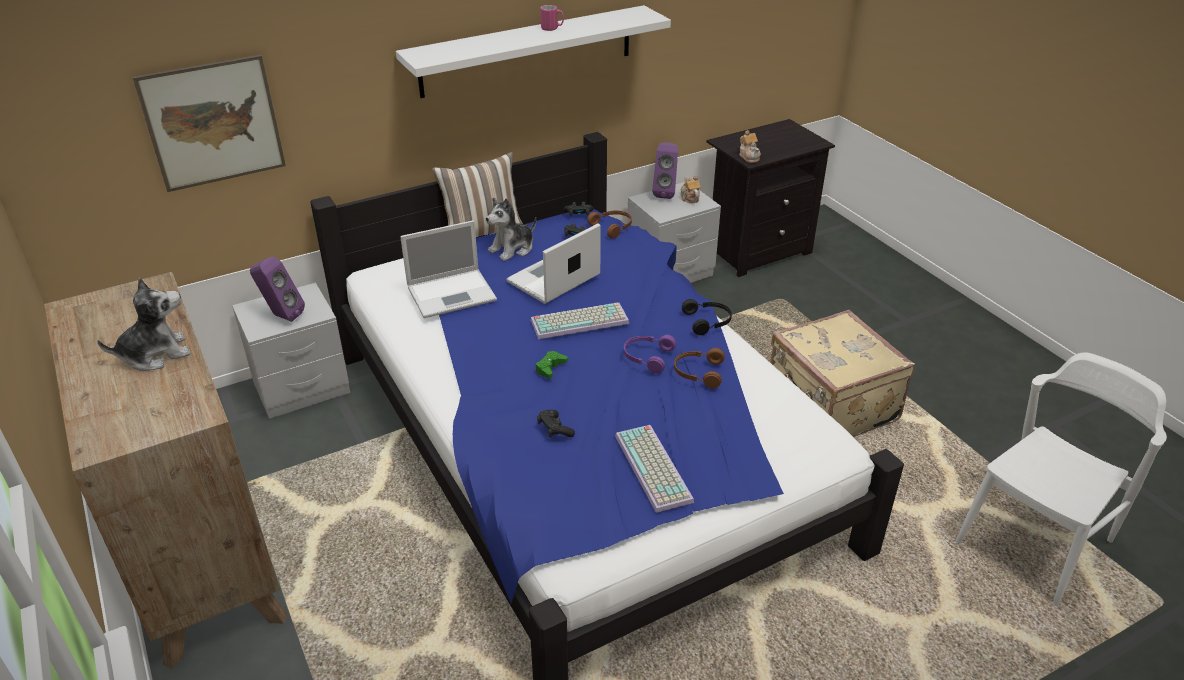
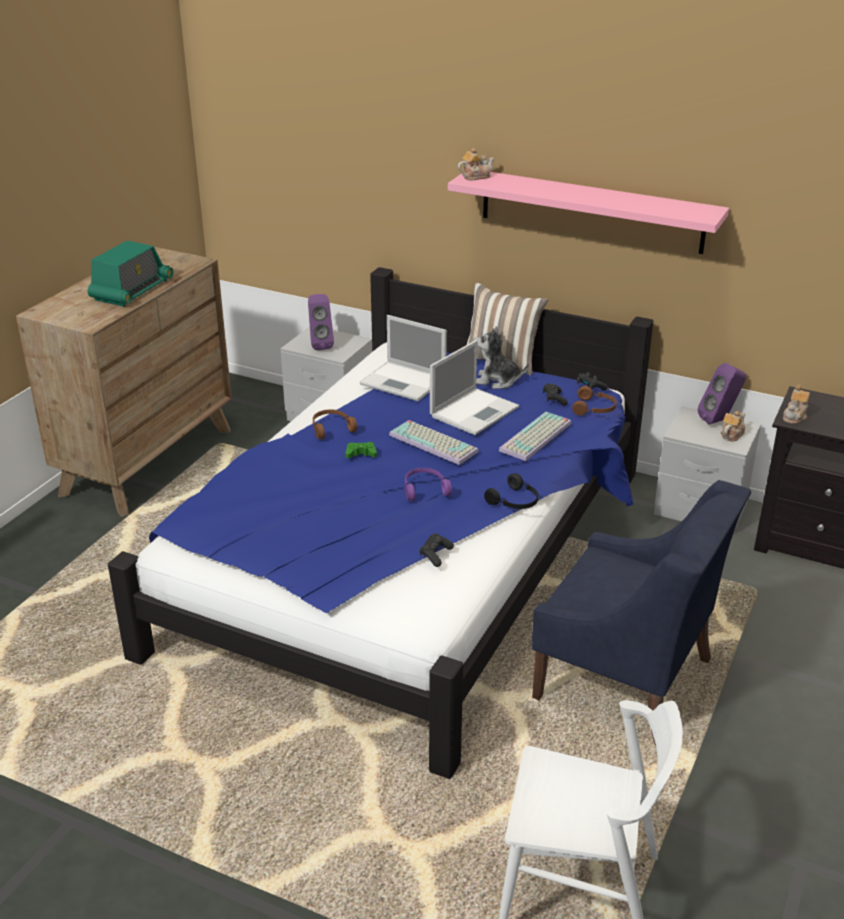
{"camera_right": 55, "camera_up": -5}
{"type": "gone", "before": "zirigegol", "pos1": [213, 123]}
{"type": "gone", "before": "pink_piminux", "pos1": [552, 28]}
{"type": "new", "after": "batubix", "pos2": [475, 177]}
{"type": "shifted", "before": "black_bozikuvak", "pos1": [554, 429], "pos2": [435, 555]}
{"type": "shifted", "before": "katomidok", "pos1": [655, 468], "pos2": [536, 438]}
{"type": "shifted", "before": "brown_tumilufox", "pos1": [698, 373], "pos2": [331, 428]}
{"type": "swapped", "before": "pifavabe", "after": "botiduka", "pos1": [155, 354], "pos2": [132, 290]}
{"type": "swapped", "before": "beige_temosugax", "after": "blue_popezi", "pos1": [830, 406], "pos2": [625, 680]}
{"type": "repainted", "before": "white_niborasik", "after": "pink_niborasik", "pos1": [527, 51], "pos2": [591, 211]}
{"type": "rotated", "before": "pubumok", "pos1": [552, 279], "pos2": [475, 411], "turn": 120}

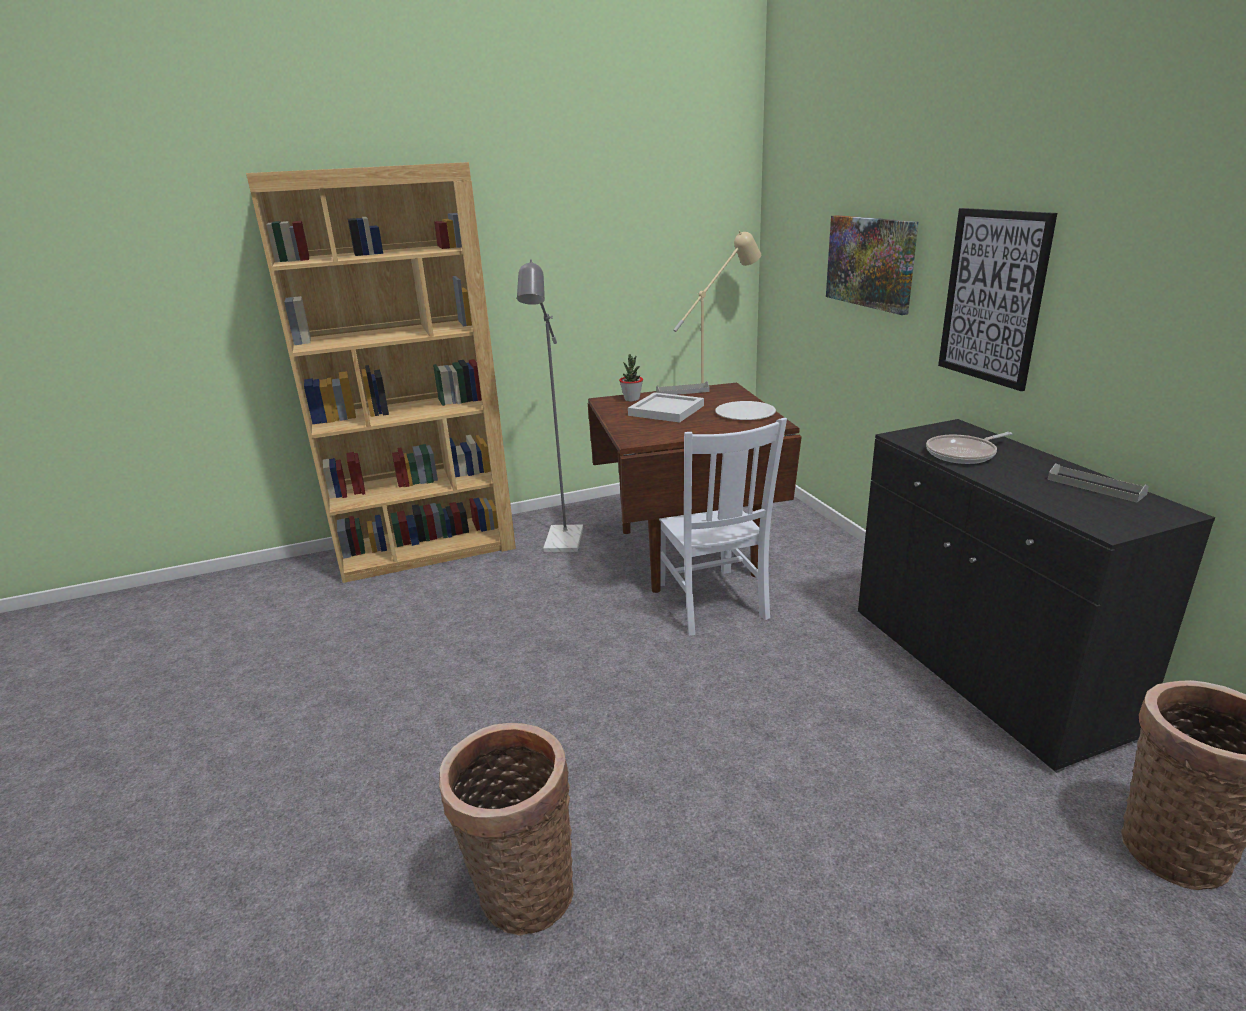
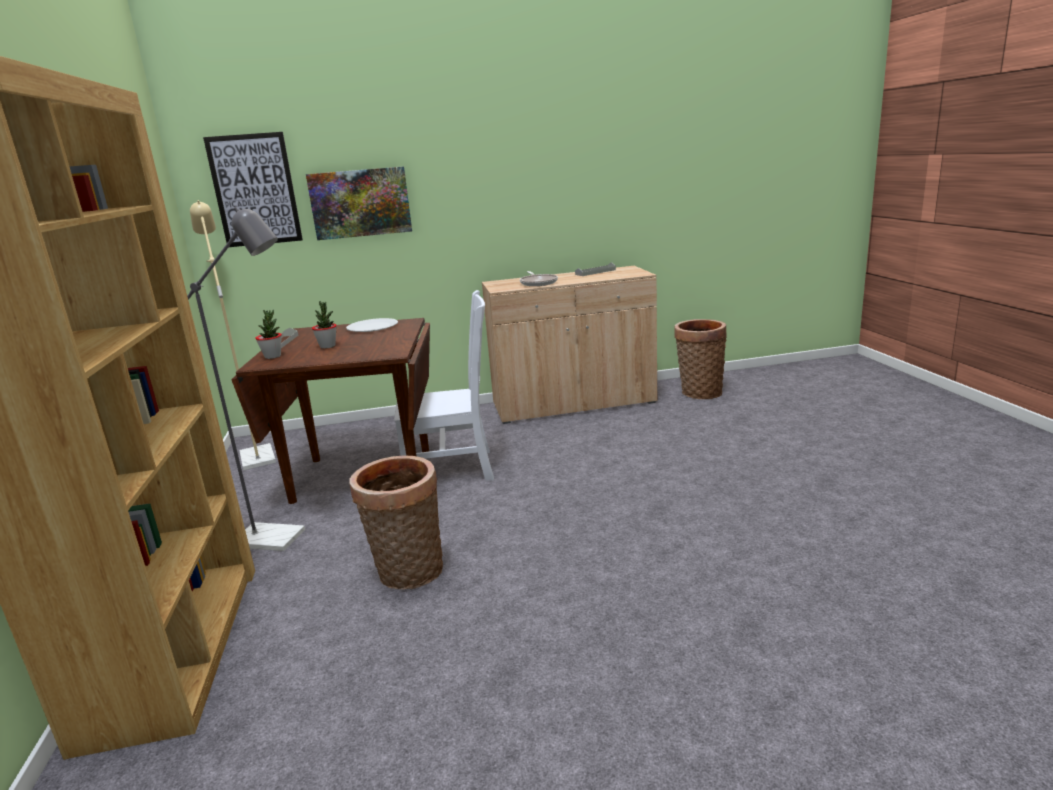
{"camera_right": -80, "camera_up": -5}
{"type": "shifted", "before": "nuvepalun", "pos1": [520, 891], "pos2": [408, 574]}
{"type": "shifted", "before": "zirigegol", "pos1": [993, 297], "pos2": [255, 190]}
{"type": "swapped", "before": "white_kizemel", "after": "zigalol", "pos1": [665, 410], "pos2": [327, 346]}
{"type": "repainted", "before": "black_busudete", "after": "beige_busudete", "pos1": [981, 670], "pos2": [573, 404]}

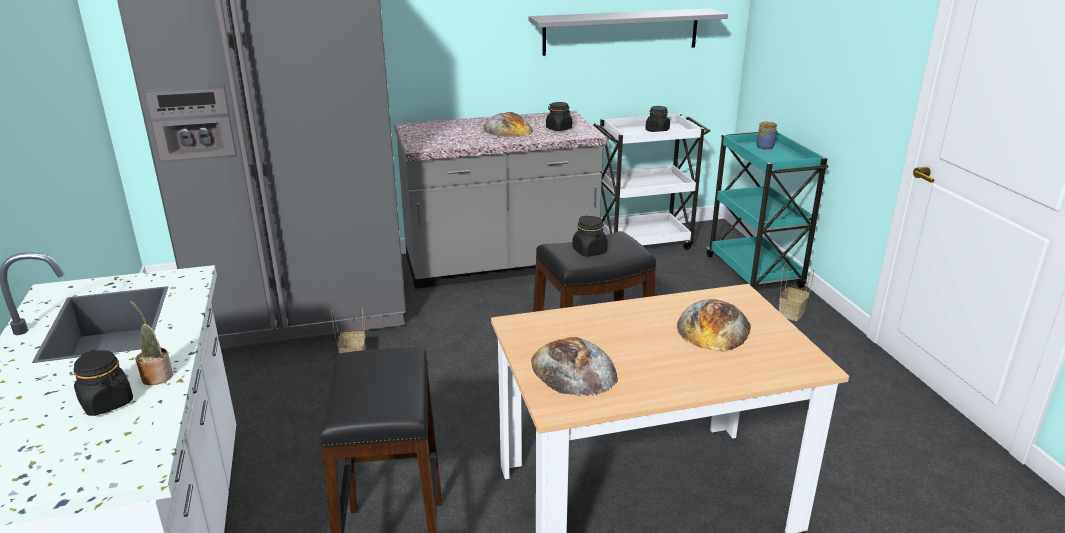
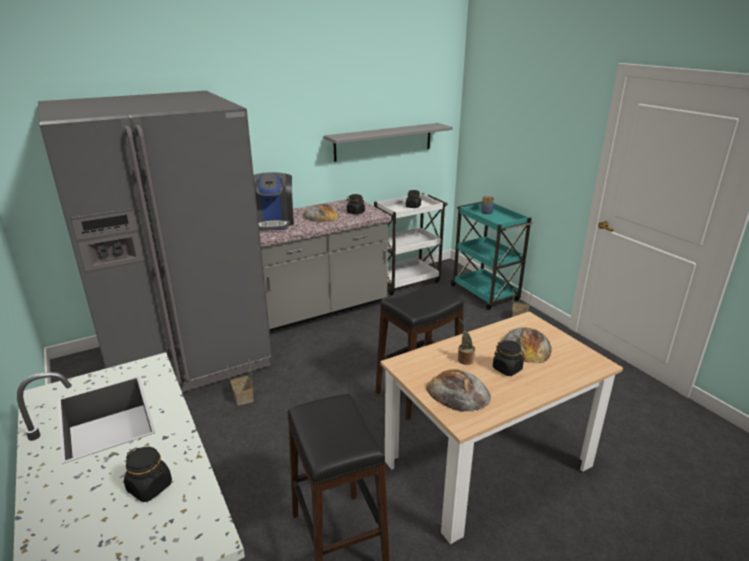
{"camera_right": -15, "camera_up": 0}
{"type": "new", "after": "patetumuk", "pos2": [273, 222]}
{"type": "shifted", "before": "zigalol", "pos1": [156, 376], "pos2": [464, 359]}
{"type": "shifted", "before": "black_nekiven", "pos1": [589, 251], "pos2": [507, 369]}

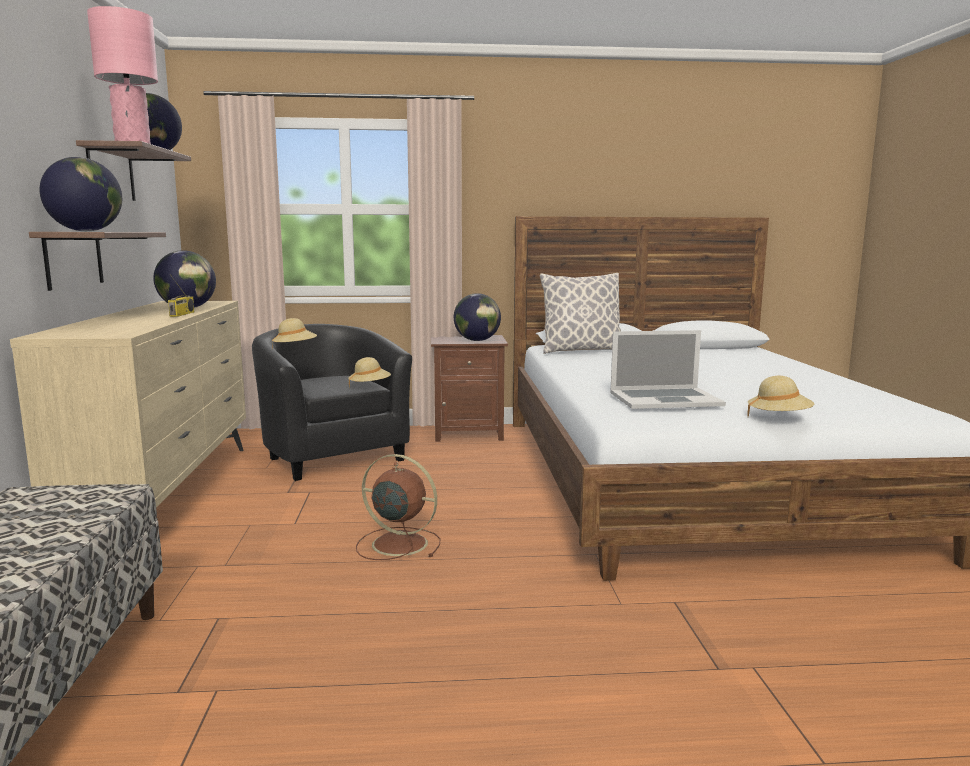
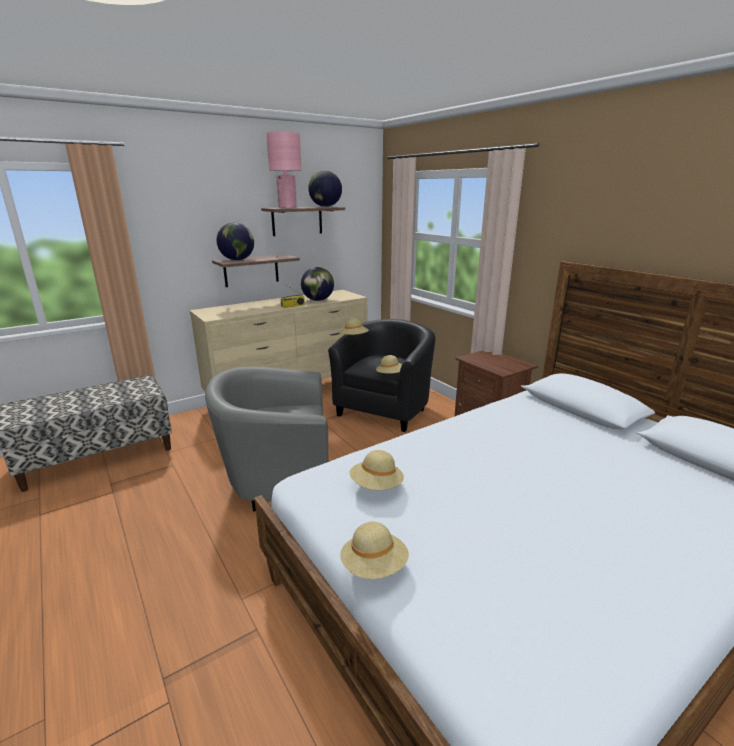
{"camera_right": 60, "camera_up": 10}
{"type": "gone", "before": "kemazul", "pos1": [477, 340]}
{"type": "gone", "before": "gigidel", "pos1": [580, 351]}
{"type": "swapped", "before": "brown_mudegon", "after": "grey_popezi", "pos1": [397, 543], "pos2": [277, 479]}
{"type": "swapped", "before": "pubumok", "after": "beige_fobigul", "pos1": [665, 399], "pos2": [376, 486]}

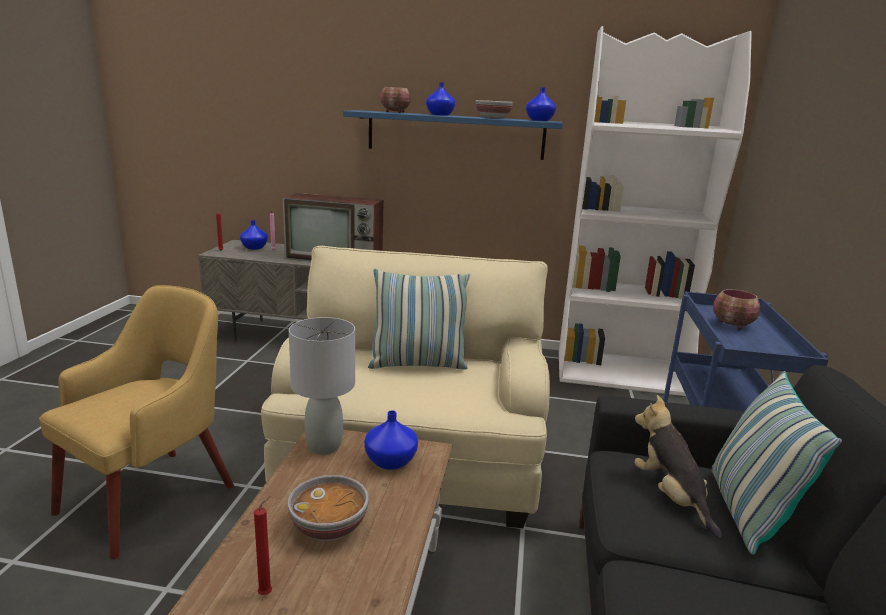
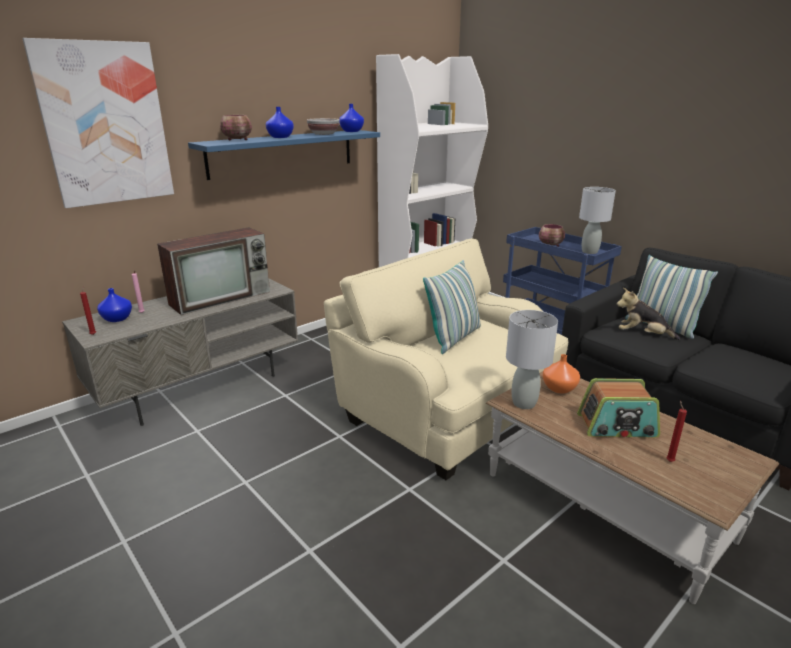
{"camera_right": -50, "camera_up": 5}
{"type": "gone", "before": "yellow_popezi", "pos1": [152, 496]}
{"type": "new", "after": "zirigegol", "pos2": [105, 124]}
{"type": "new", "after": "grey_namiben", "pos2": [590, 251]}
{"type": "swapped", "before": "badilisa", "after": "botiduka", "pos1": [329, 527], "pos2": [617, 426]}
{"type": "repainted", "before": "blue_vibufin", "after": "orange_vibufin", "pos1": [391, 461], "pos2": [559, 388]}

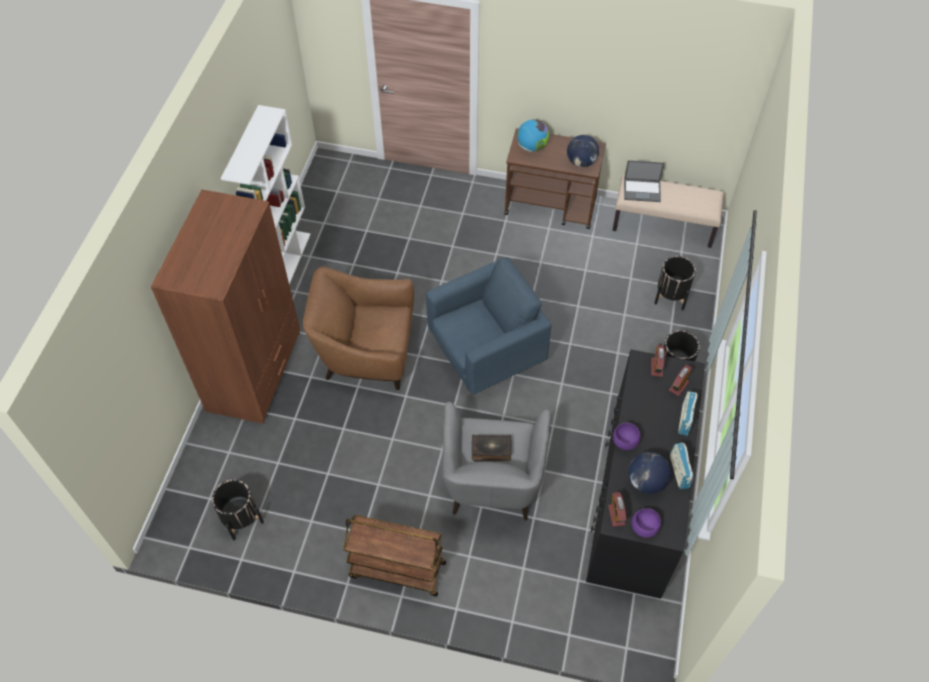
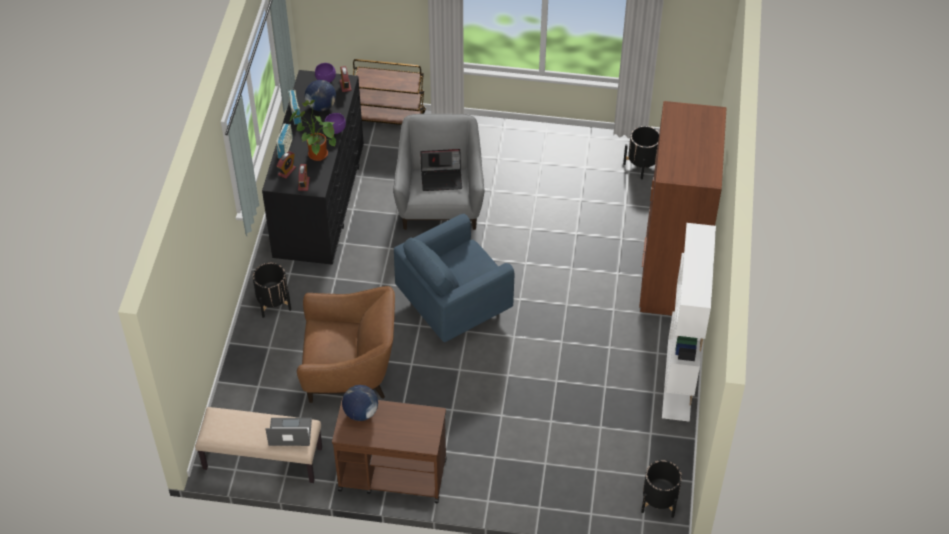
{"camera_right": 175, "camera_up": -5}
{"type": "gone", "before": "kemazul", "pos1": [532, 147]}
{"type": "new", "after": "zigalol", "pos2": [315, 154]}
{"type": "shifted", "before": "brown_popezi", "pos1": [366, 354], "pos2": [349, 371]}
{"type": "shifted", "before": "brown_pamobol", "pos1": [396, 570], "pos2": [390, 118]}
{"type": "shifted", "before": "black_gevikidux", "pos1": [671, 295], "pos2": [659, 501]}
{"type": "swapped", "before": "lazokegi", "after": "pubumok", "pos1": [491, 450], "pos2": [442, 178]}

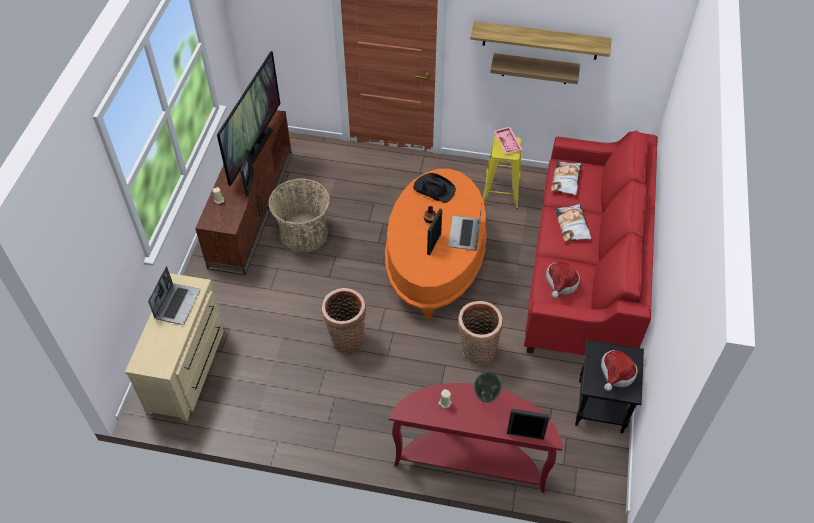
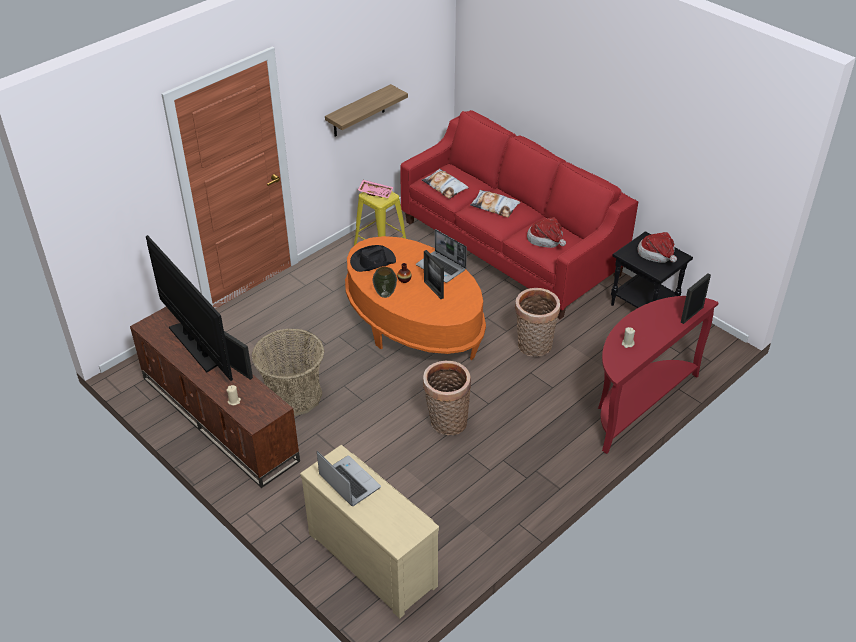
{"camera_right": -55, "camera_up": -10}
{"type": "gone", "before": "niborasik", "pos1": [540, 40]}
{"type": "shifted", "before": "vibufin", "pos1": [486, 396], "pos2": [384, 294]}

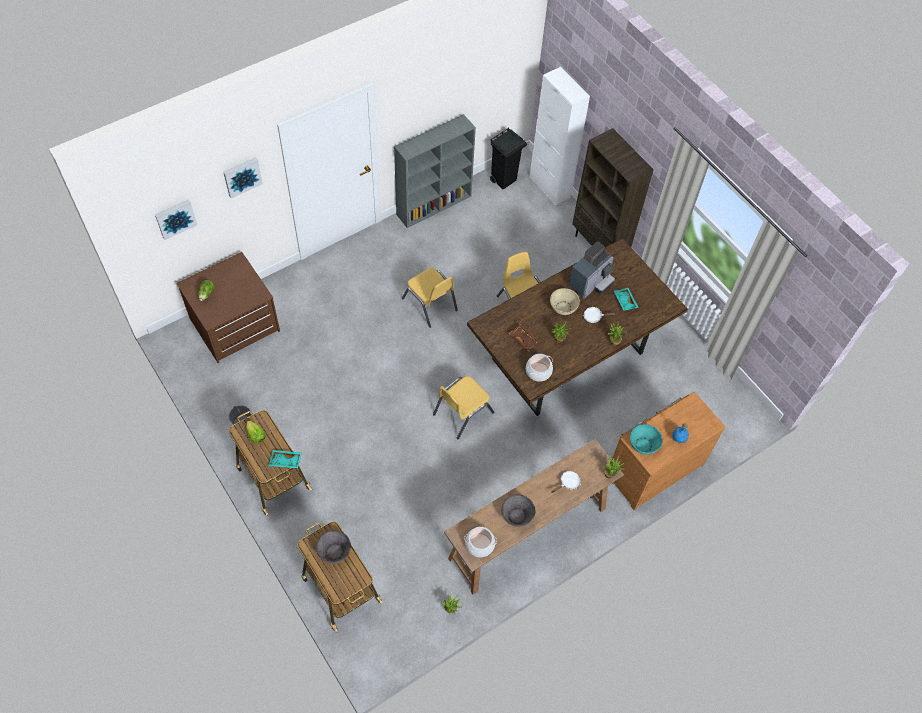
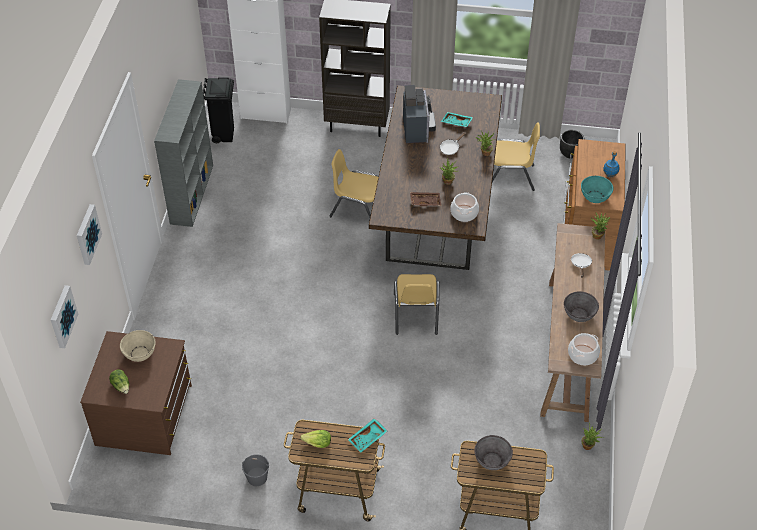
{"camera_right": -45, "camera_up": -10}
{"type": "new", "after": "black_gevikidux", "pos2": [569, 154]}
{"type": "shifted", "before": "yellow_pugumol", "pos1": [430, 304], "pos2": [510, 177]}
{"type": "shifted", "before": "beige_badilisa", "pos1": [563, 307], "pos2": [139, 353]}

